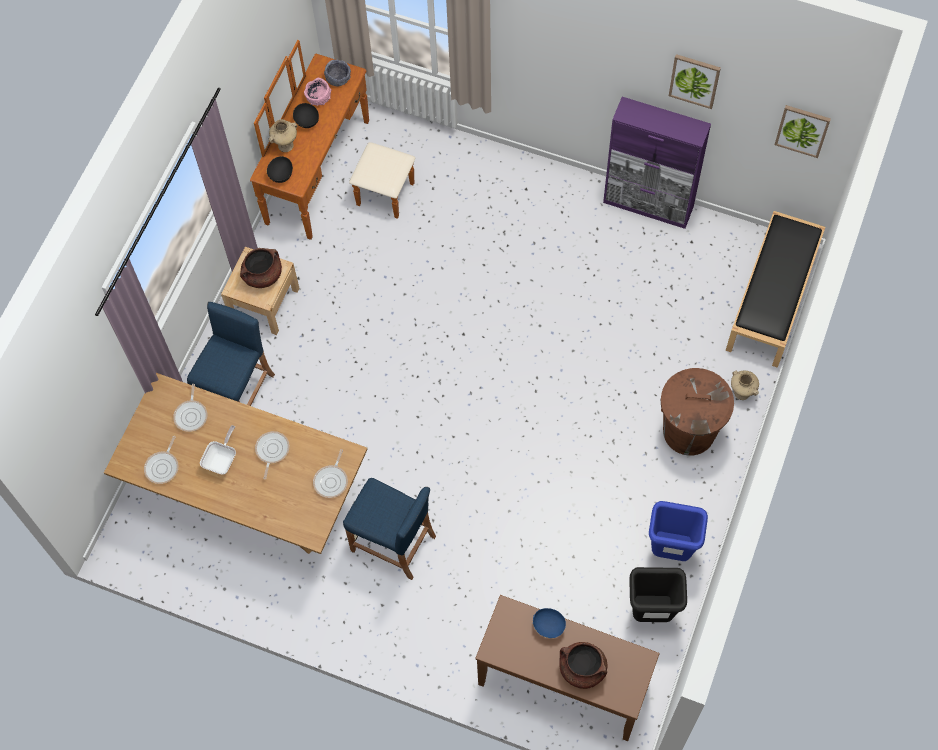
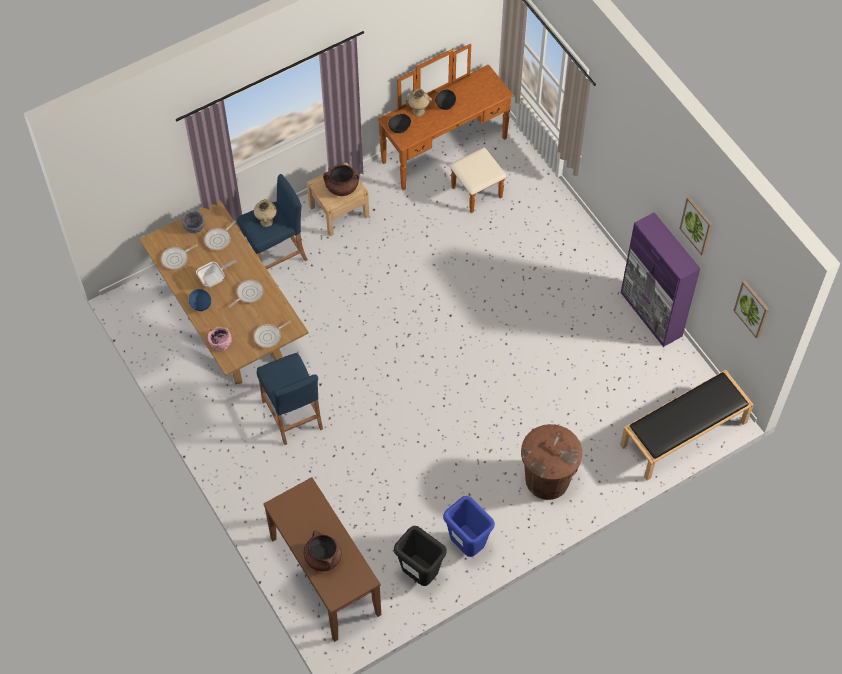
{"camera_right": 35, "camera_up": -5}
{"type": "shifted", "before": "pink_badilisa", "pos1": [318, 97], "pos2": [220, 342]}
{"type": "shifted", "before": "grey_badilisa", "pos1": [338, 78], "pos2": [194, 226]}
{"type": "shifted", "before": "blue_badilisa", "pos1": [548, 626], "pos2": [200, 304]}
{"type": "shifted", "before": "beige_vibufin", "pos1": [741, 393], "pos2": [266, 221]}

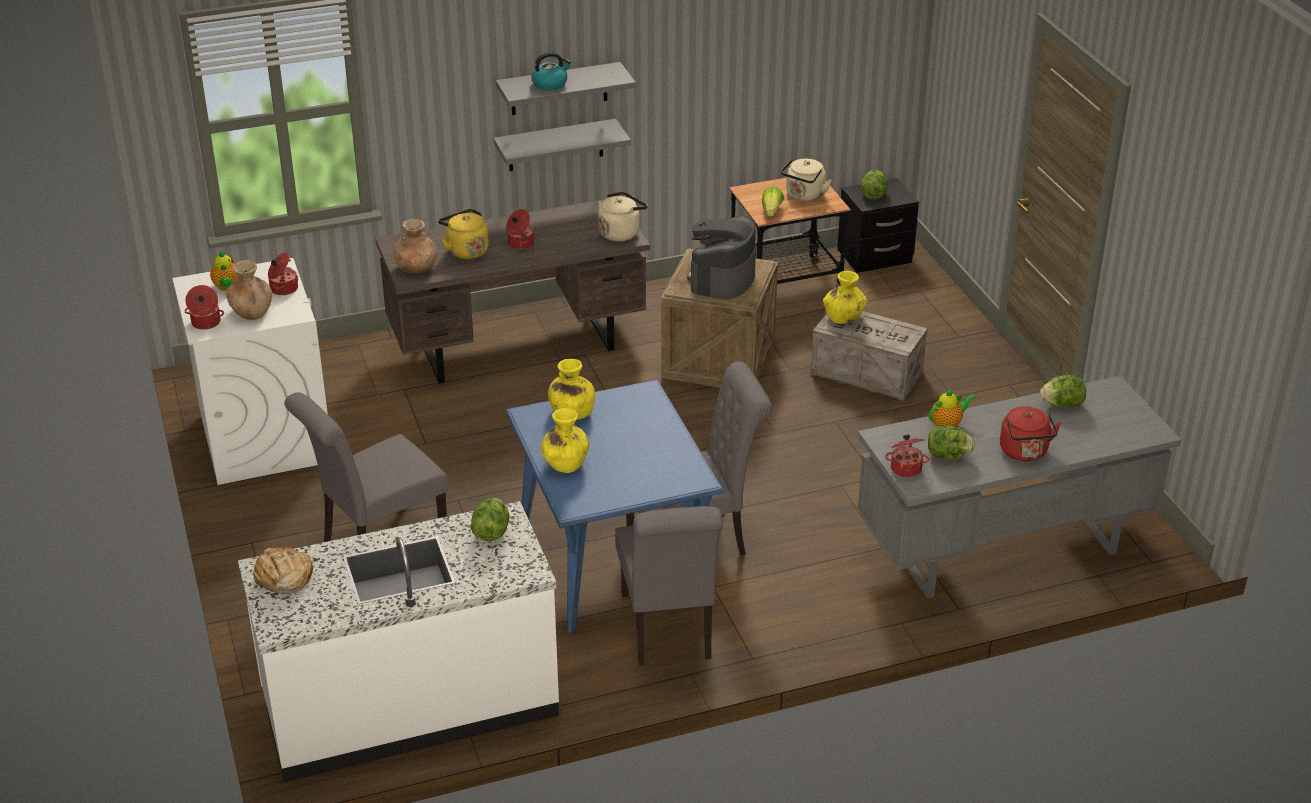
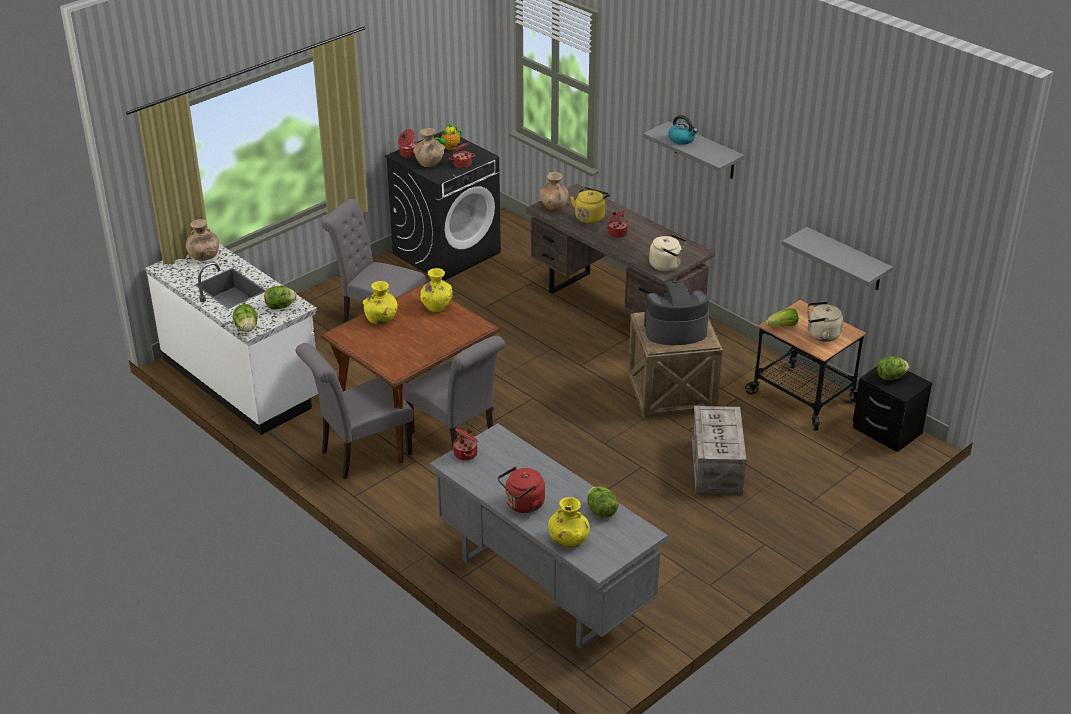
{"camera_right": 65, "camera_up": 0}
{"type": "gone", "before": "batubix", "pos1": [947, 424]}
{"type": "shifted", "before": "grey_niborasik", "pos1": [555, 145], "pos2": [847, 260]}
{"type": "shifted", "before": "yellow_vibufin", "pos1": [844, 317], "pos2": [568, 540]}
{"type": "shifted", "before": "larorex", "pos1": [947, 456], "pos2": [246, 328]}
{"type": "swapped", "before": "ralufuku", "after": "brown_vibufin", "pos1": [283, 578], "pos2": [204, 256]}
{"type": "repainted", "before": "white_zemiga", "after": "black_zemiga", "pos1": [265, 438], "pos2": [446, 252]}
{"type": "repainted", "before": "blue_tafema", "after": "brown_tafema", "pos1": [612, 561], "pos2": [415, 413]}

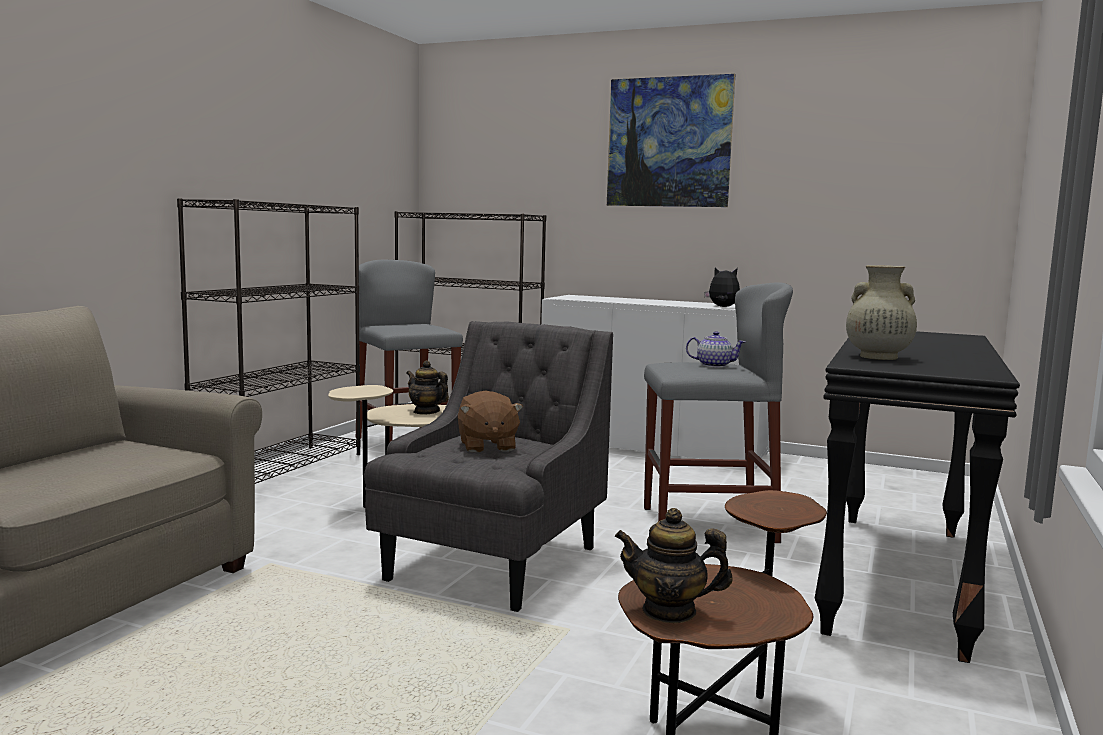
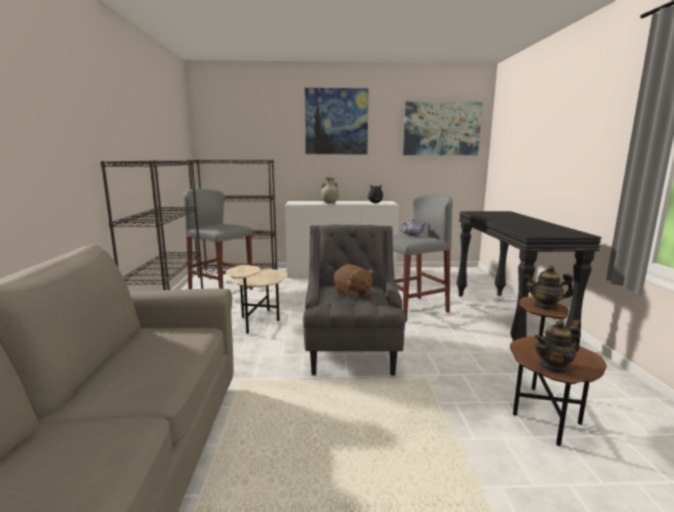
{"camera_right": -25, "camera_up": 5}
{"type": "new", "after": "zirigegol", "pos2": [441, 129]}
{"type": "shifted", "before": "batubix", "pos1": [426, 412], "pos2": [545, 306]}
{"type": "shifted", "before": "beige_vibufin", "pos1": [877, 357], "pos2": [329, 203]}

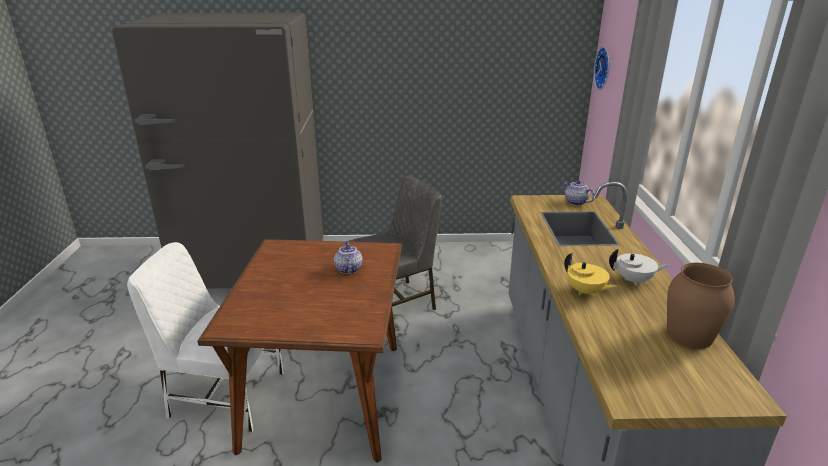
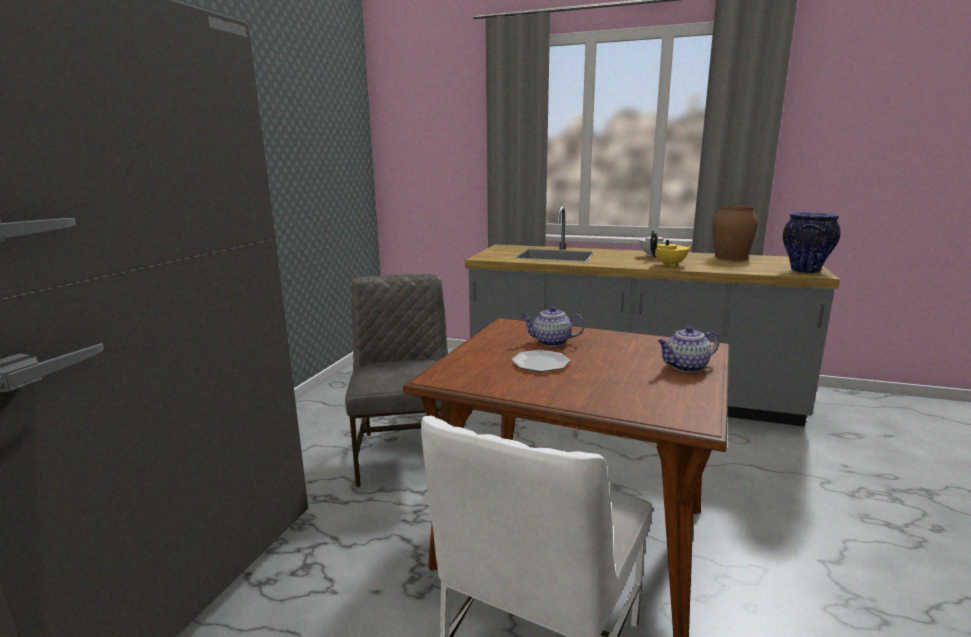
{"camera_right": -70, "camera_up": -10}
{"type": "gone", "before": "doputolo", "pos1": [604, 68]}
{"type": "new", "after": "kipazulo", "pos2": [540, 363]}
{"type": "new", "after": "vibufin", "pos2": [804, 271]}
{"type": "shifted", "before": "batubix", "pos1": [575, 202], "pos2": [685, 367]}

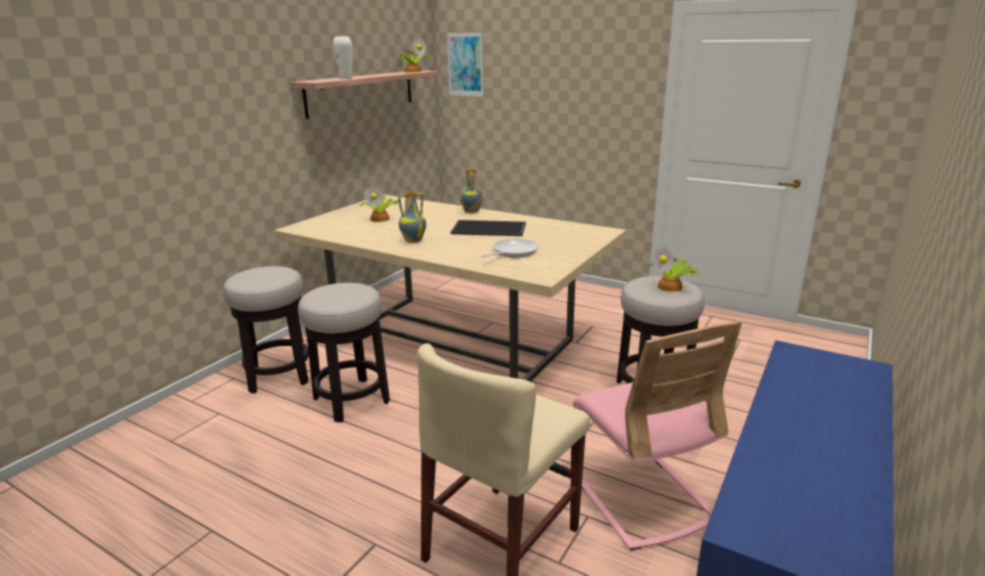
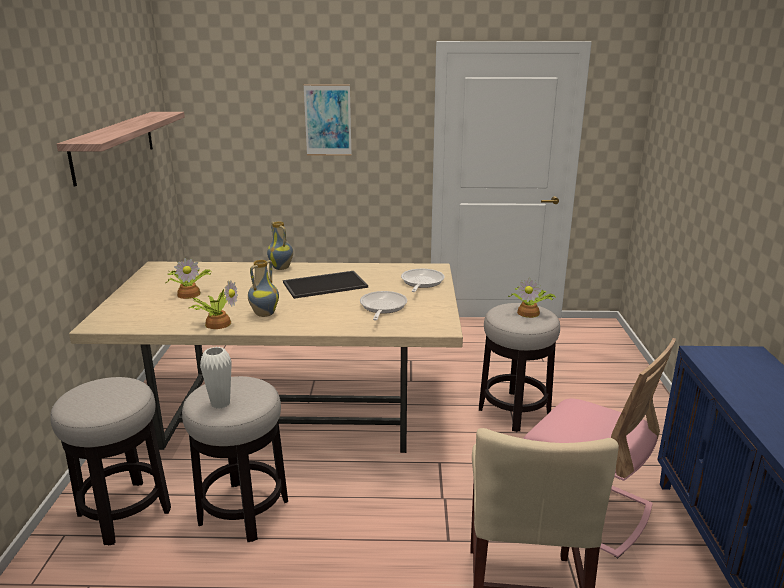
{"camera_right": -30, "camera_up": 0}
{"type": "new", "after": "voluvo", "pos2": [421, 283]}
{"type": "shifted", "before": "white_vibufin", "pos1": [345, 78], "pos2": [220, 403]}
{"type": "shifted", "before": "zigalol", "pos1": [412, 71], "pos2": [217, 323]}
{"type": "shifted", "before": "zirigegol", "pos1": [465, 64], "pos2": [328, 120]}

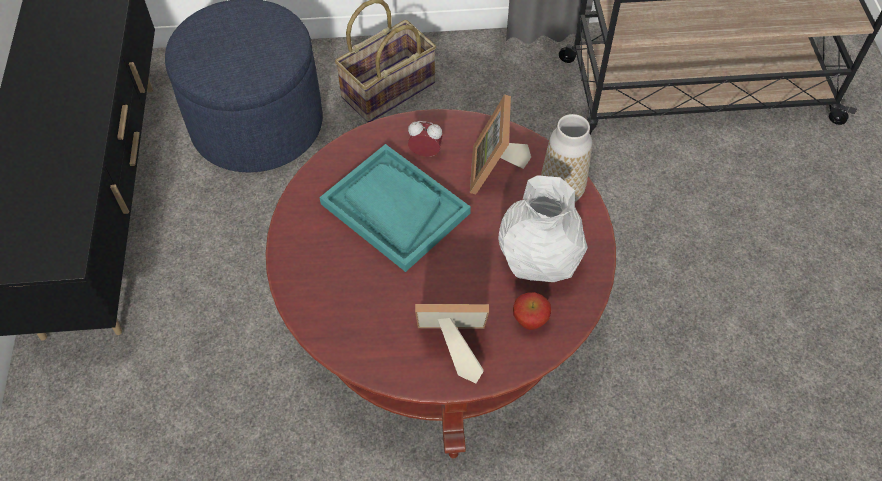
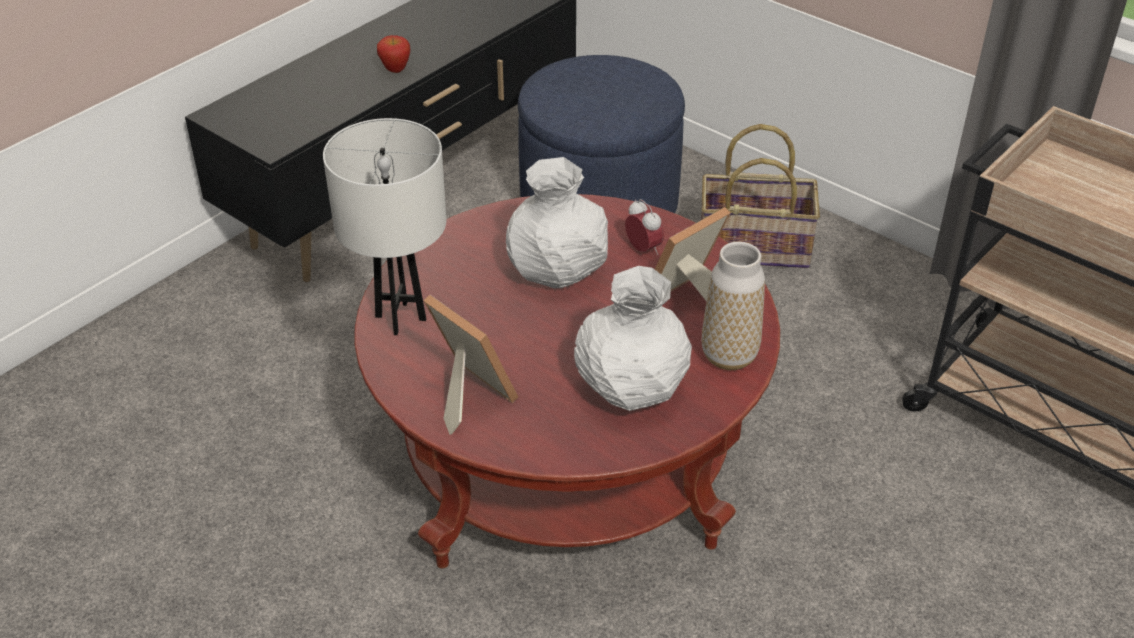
{"camera_right": 45, "camera_up": -15}
{"type": "new", "after": "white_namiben", "pos2": [401, 317]}
{"type": "shifted", "before": "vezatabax", "pos1": [529, 322], "pos2": [395, 70]}
{"type": "swapped", "before": "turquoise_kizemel", "after": "white_vibufin", "pos1": [394, 208], "pos2": [559, 271]}

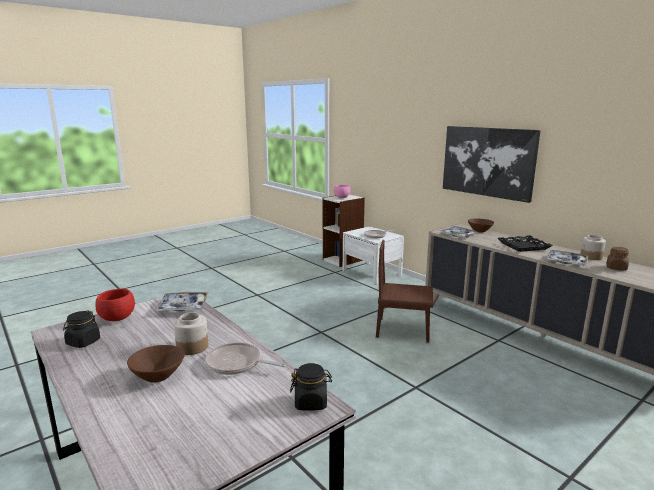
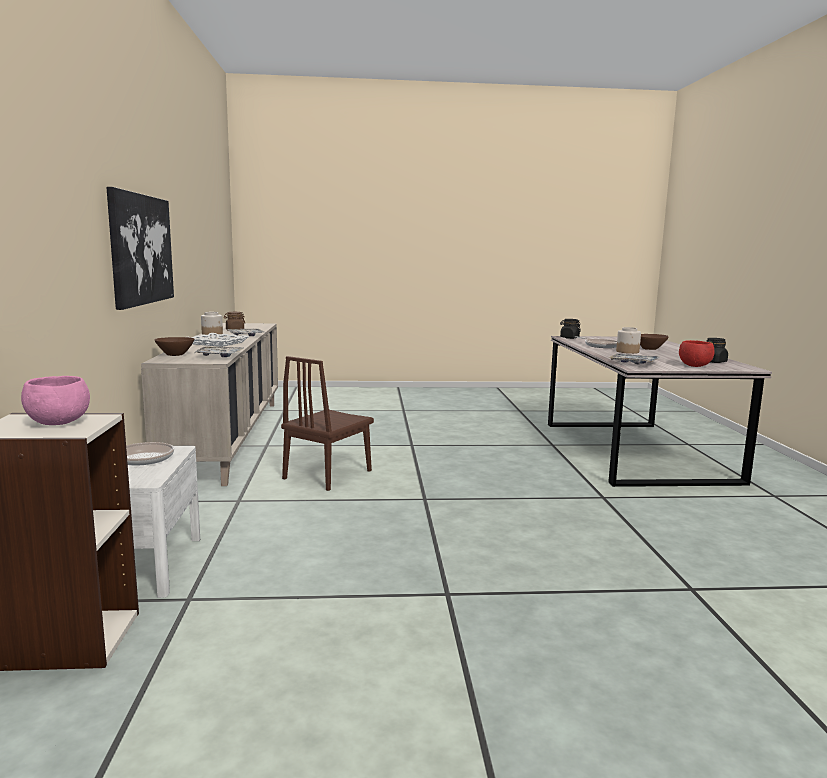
{"camera_right": -145, "camera_up": -5}
{"type": "repainted", "before": "black_kizemel", "after": "white_kizemel", "pos1": [523, 246], "pos2": [216, 343]}
{"type": "rotated", "before": "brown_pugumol", "pos1": [403, 330], "pos2": [328, 474], "turn": 75}

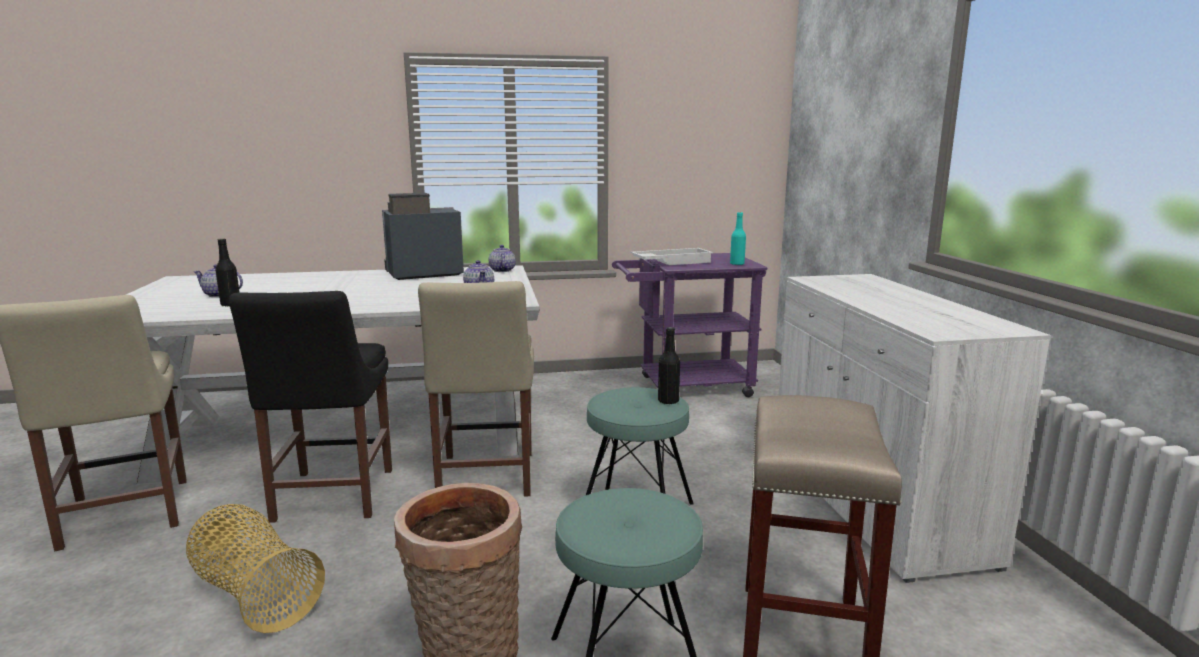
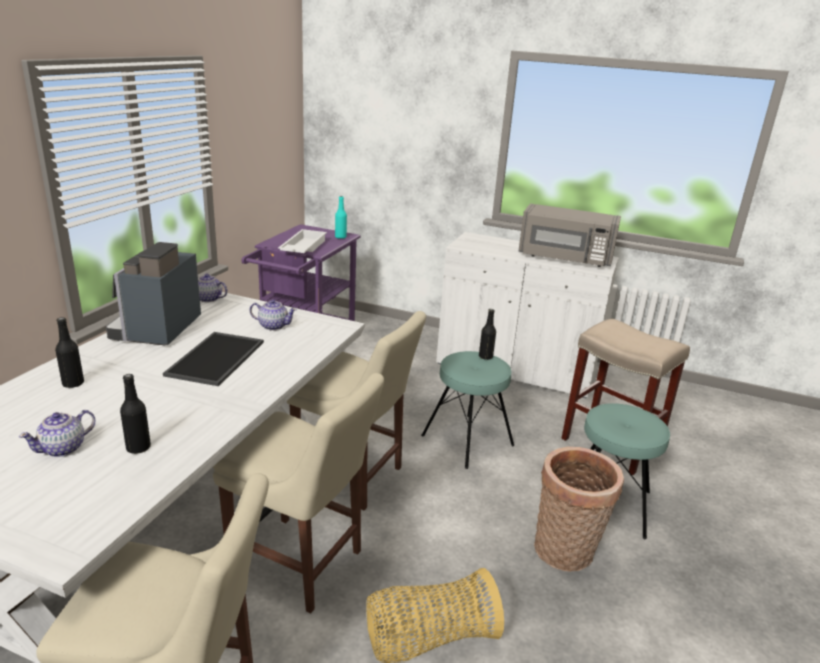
{"camera_right": -60, "camera_up": 10}
{"type": "new", "after": "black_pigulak", "pos2": [73, 383]}
{"type": "new", "after": "kizemel", "pos2": [217, 359]}
{"type": "new", "after": "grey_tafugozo", "pos2": [564, 258]}
{"type": "repainted", "before": "black_pugumol", "after": "beige_pugumol", "pos1": [331, 498], "pos2": [301, 565]}

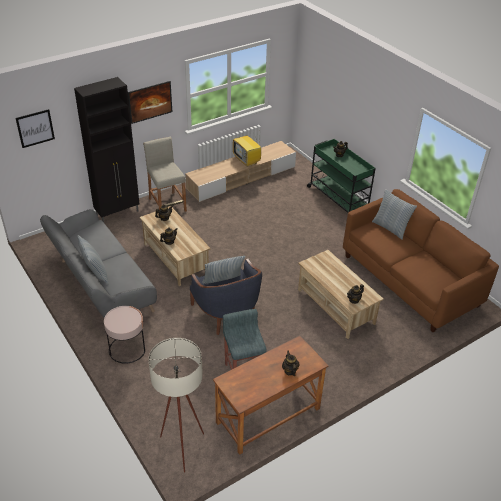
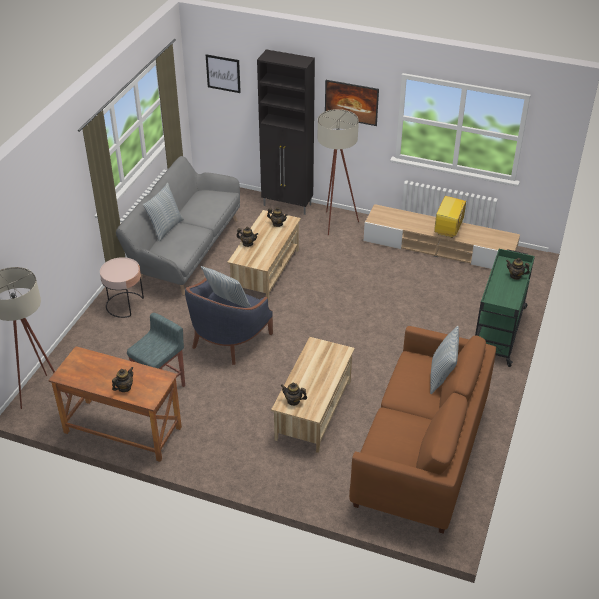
{"camera_right": 55, "camera_up": 0}
{"type": "swapped", "before": "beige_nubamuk", "after": "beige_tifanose", "pos1": [167, 205], "pos2": [335, 225]}

